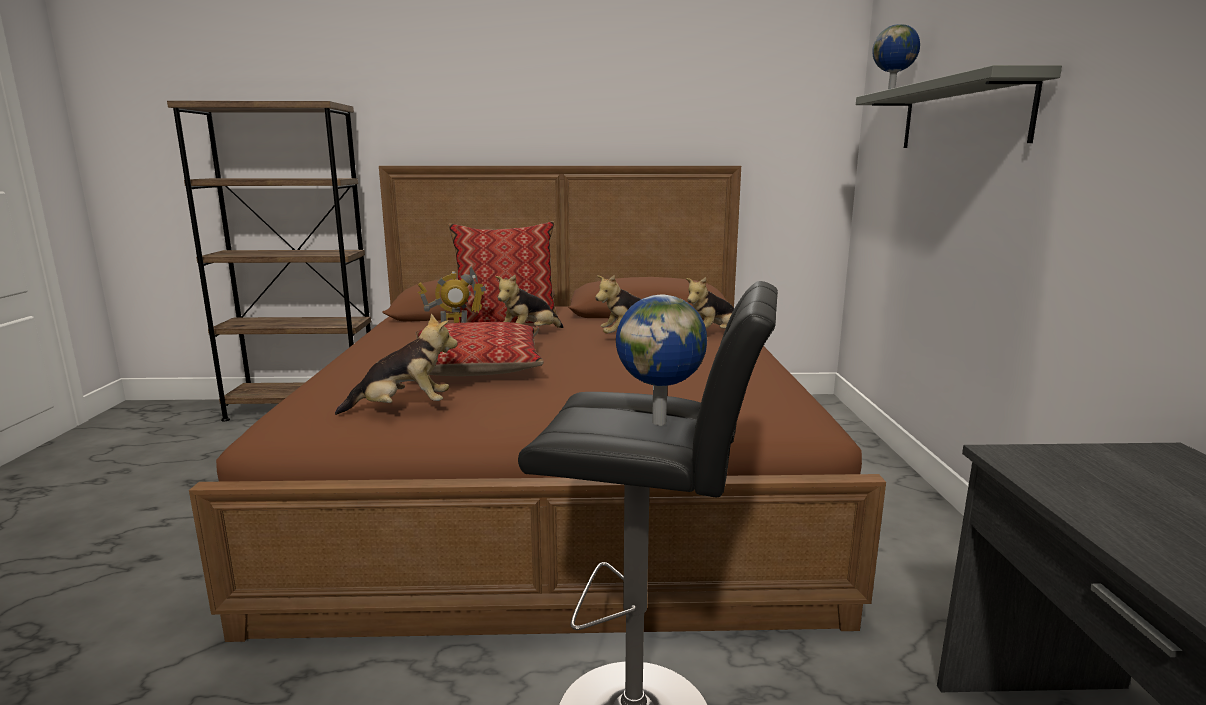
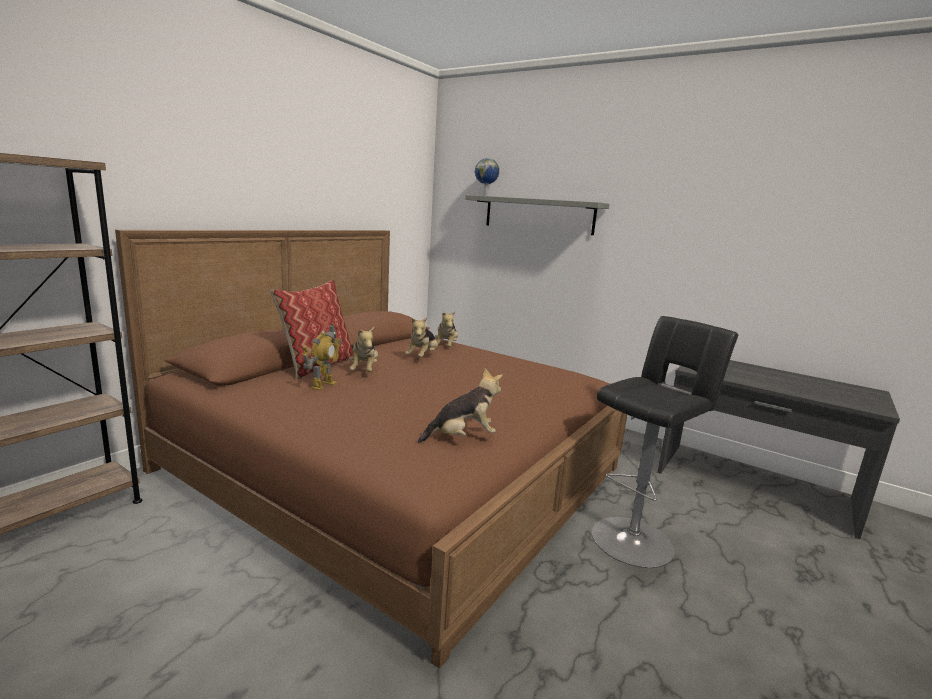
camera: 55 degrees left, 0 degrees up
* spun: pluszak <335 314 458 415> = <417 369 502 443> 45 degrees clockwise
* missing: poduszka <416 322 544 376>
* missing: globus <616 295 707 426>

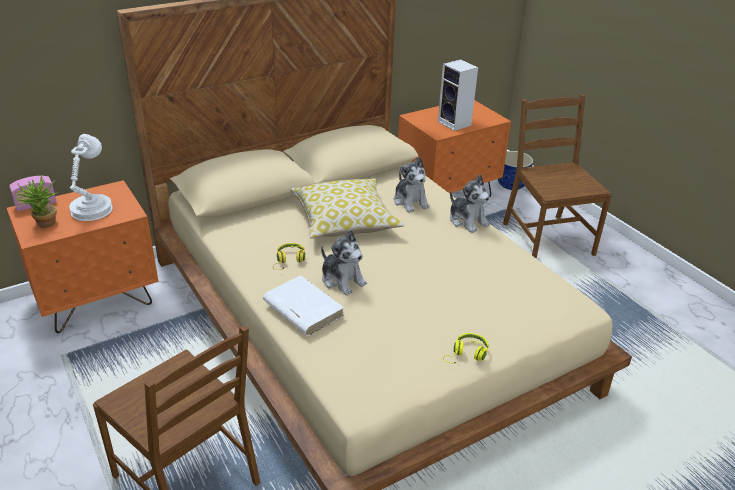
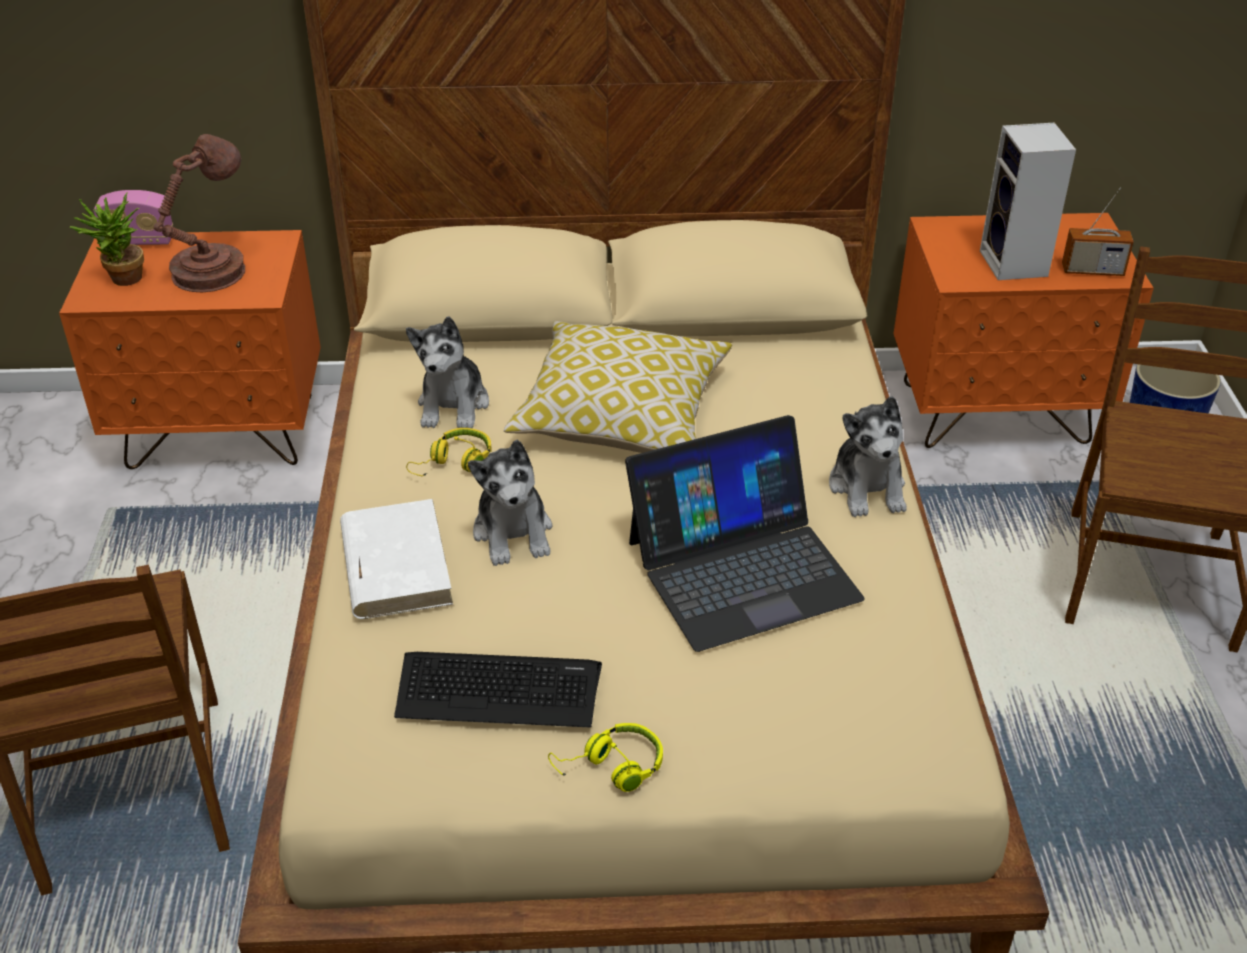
camera: 30 degrees right, 5 degrees up
* colour: lampa stołowa/biały <69 134 113 221> to lampa stołowa/brązowy <153 134 245 292>
* appeared: klawiatura <394 652 602 727>
* relocated: pluszak <394 157 430 213> to <406 316 489 428>
* appeared: laptop <625 415 865 652>
* appeared: radio <1062 187 1134 276>

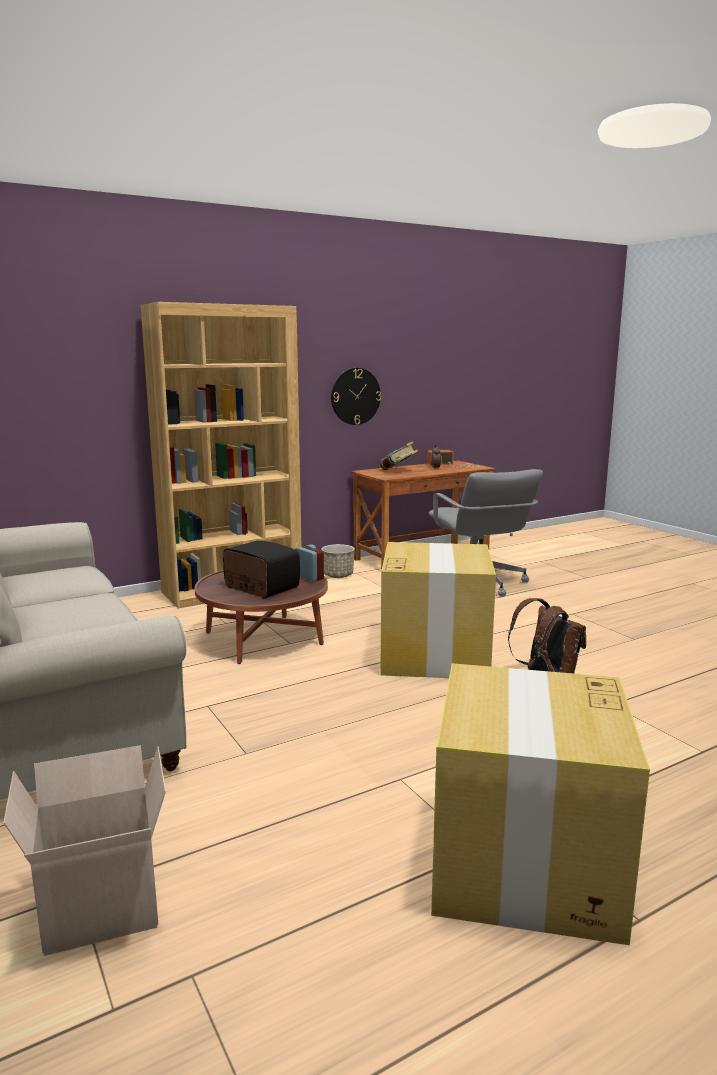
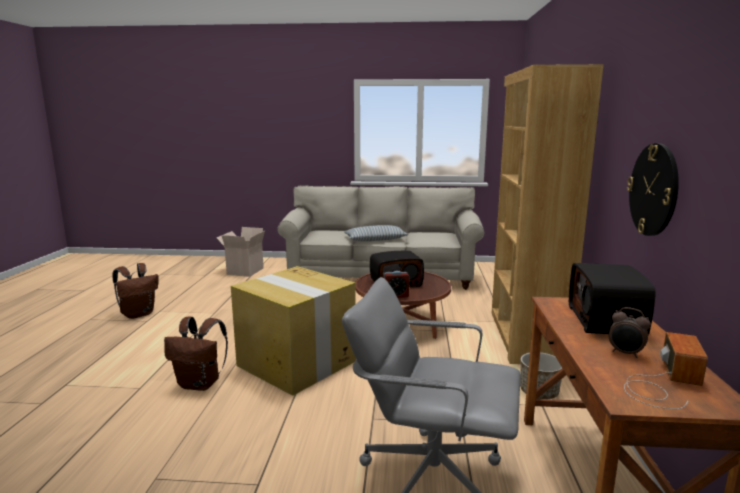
camera: 125 degrees right, 0 degrees up
* exchanged: karton <431 663 650 945> to plecak/brązowy <112 263 159 319>
* appeared: poduszka <344 225 409 241>
* exchanged: książka <380 441 418 470> to radio <569 263 656 335>

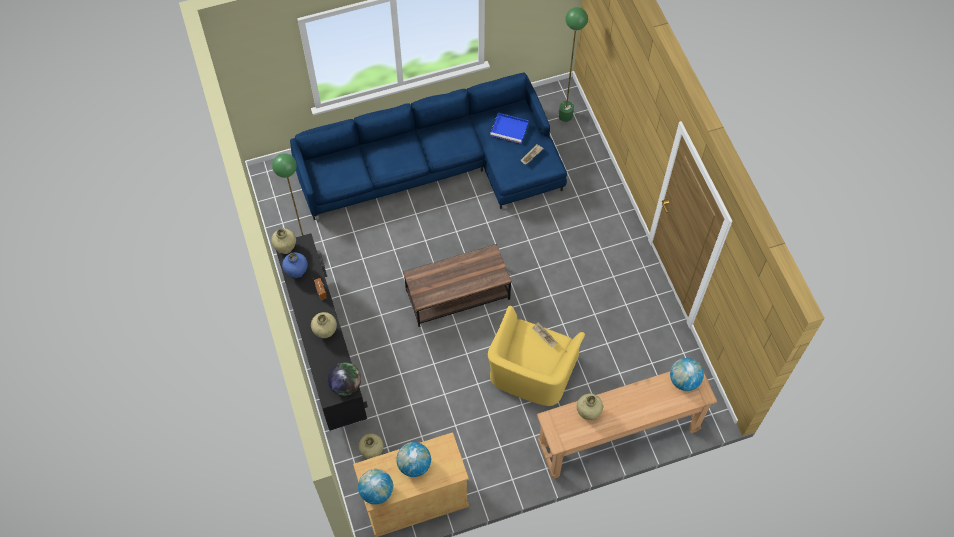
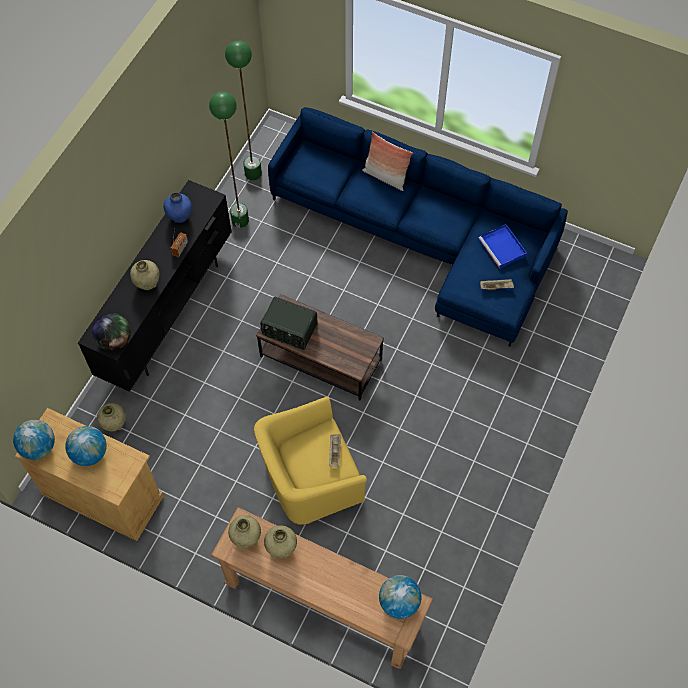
camera: 45 degrees right, 0 degrees up
* relocated: lampa stojąca/zielony <558 7 588 122> to <225 40 262 180>
* relocated: wazon/beżowy <271 229 296 254> to <228 515 261 548>
* appeared: radio <260 297 318 350>
* appeared: poduszka <362 132 413 191>

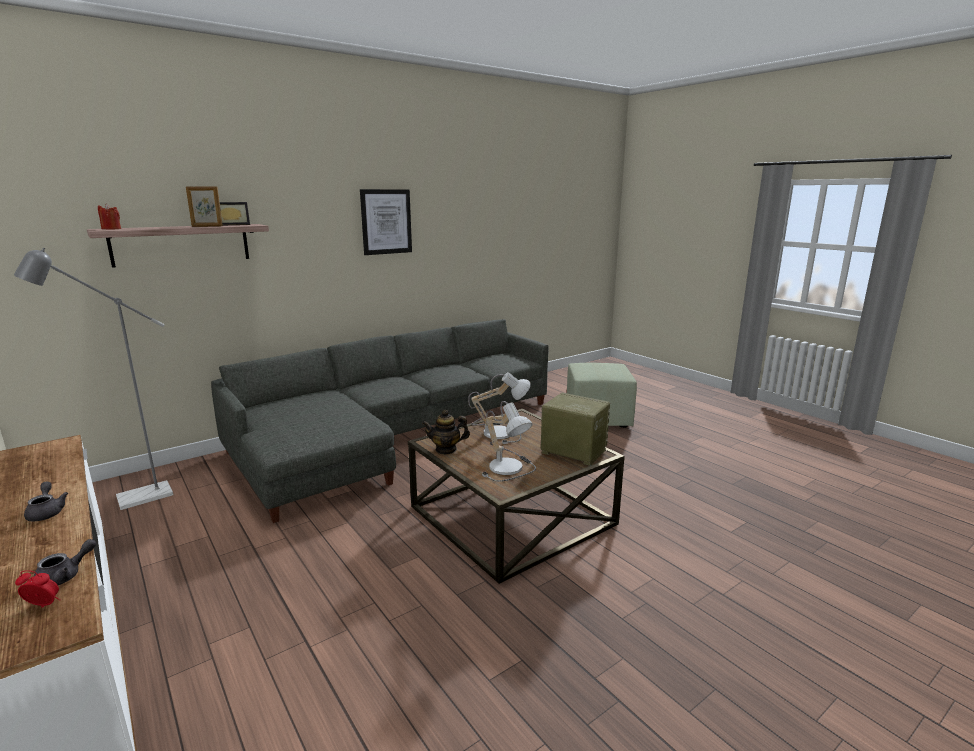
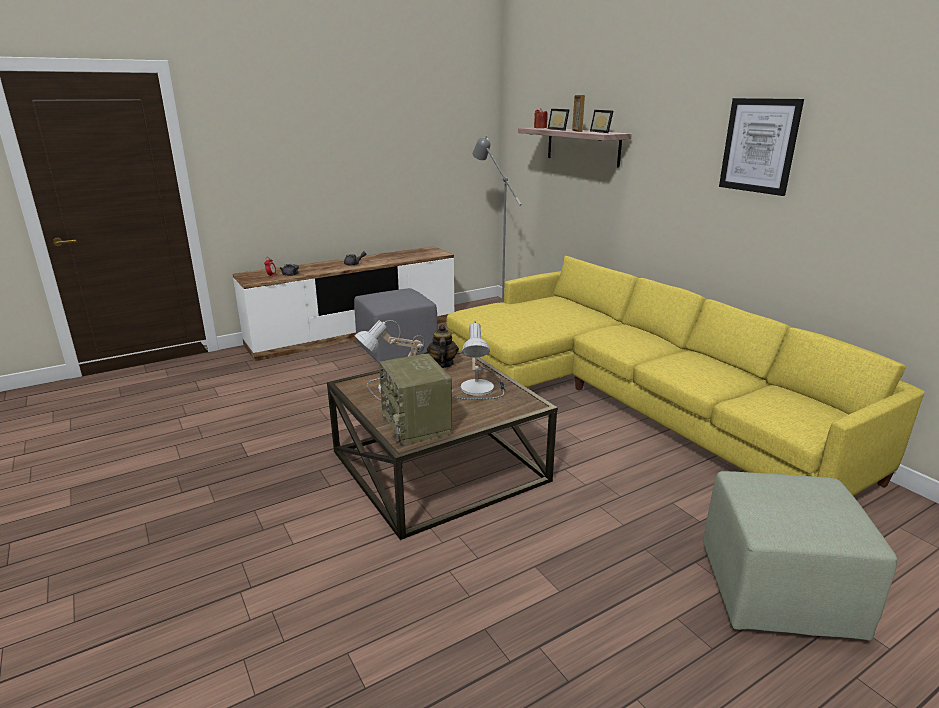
camera: 95 degrees right, 5 degrees up
* appeared: pufa/szary <354 288 438 363>
* spun: radio <541 393 610 466> = <379 354 452 445> 120 degrees clockwise
* colour: kanapa/szary <211 319 549 523> to kanapa/żółty <446 256 924 496>
* appeared: ramka na zdjęcie <548 109 569 131>

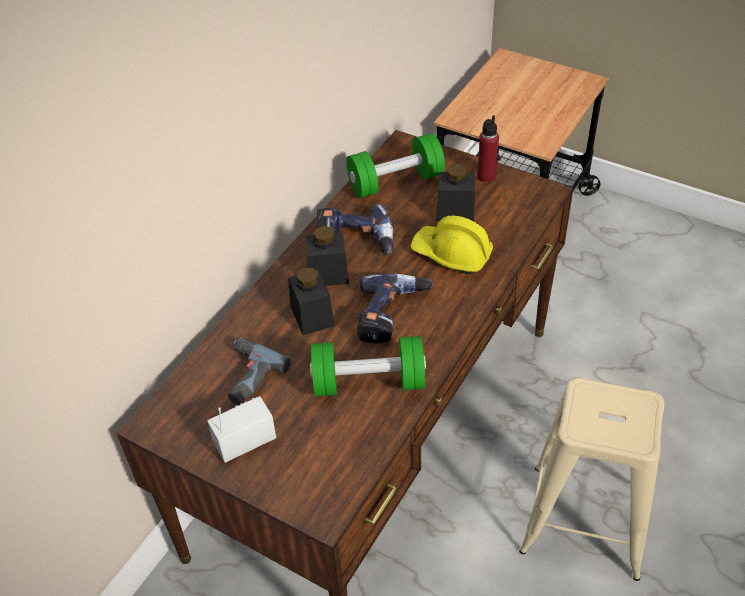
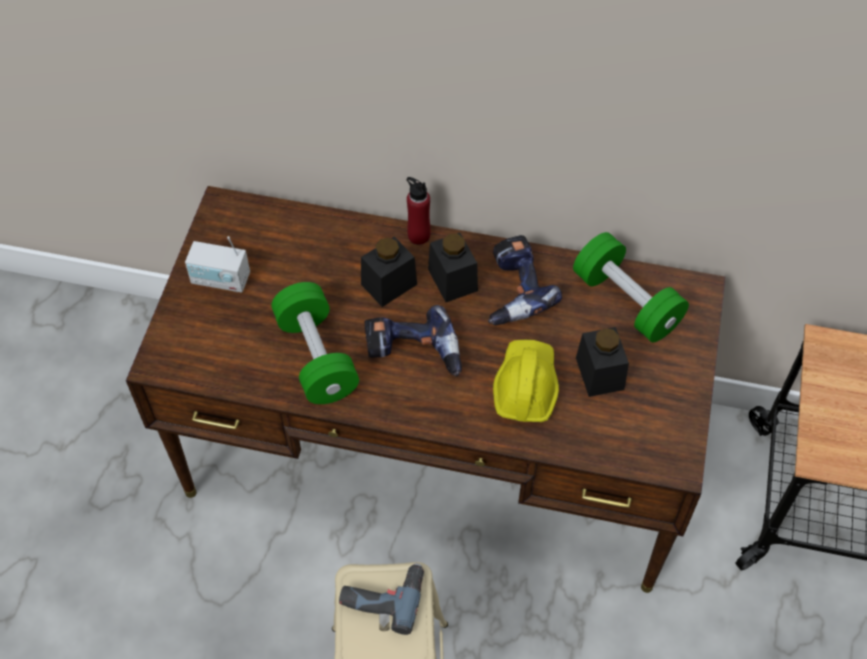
camera: 70 degrees right, 10 degrees up
* spun: radio <207 396 276 463> = <185 236 250 293> 150 degrees clockwise
* relocated: wiertarka <228 338 291 405> to <339 563 424 635>
* relocated: butelka/czerwony <477 115 499 182> to <406 177 431 245>

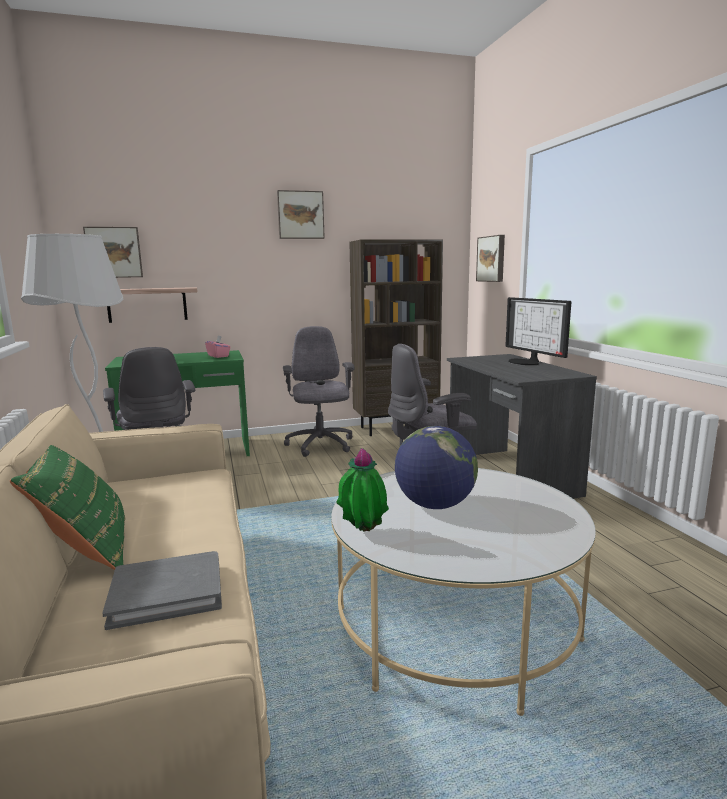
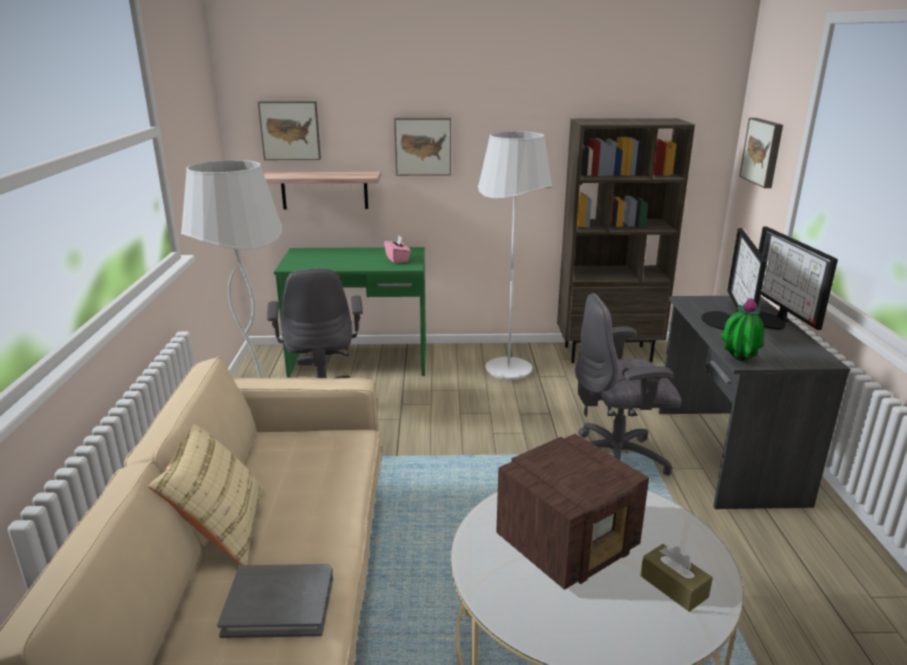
camera: 15 degrees right, 10 degrees up
* colour: poduszka/zielony <10 445 125 570> to poduszka/beżowy <148 424 263 565>
* relocated: obraz <277 190 325 239> to <394 118 451 176>
* exchanged: krzesło biurowe/szary <283 326 355 457> to lampa stojąca/biały <478 131 553 380>
* exchanged: globus <395 426 478 509> to radio <496 434 649 590>
* appeared: pudełko chusteczek/brązowy <640 544 713 612>
* appeared: monitor <701 228 767 330>
* relocated: roślina doniczkowa <336 448 389 532> to <720 298 764 361>

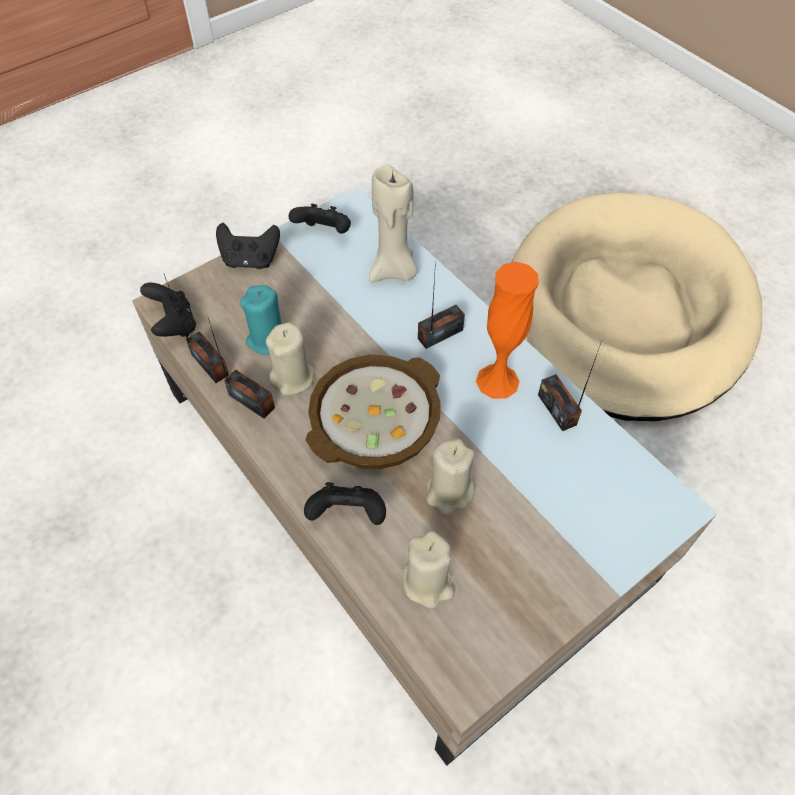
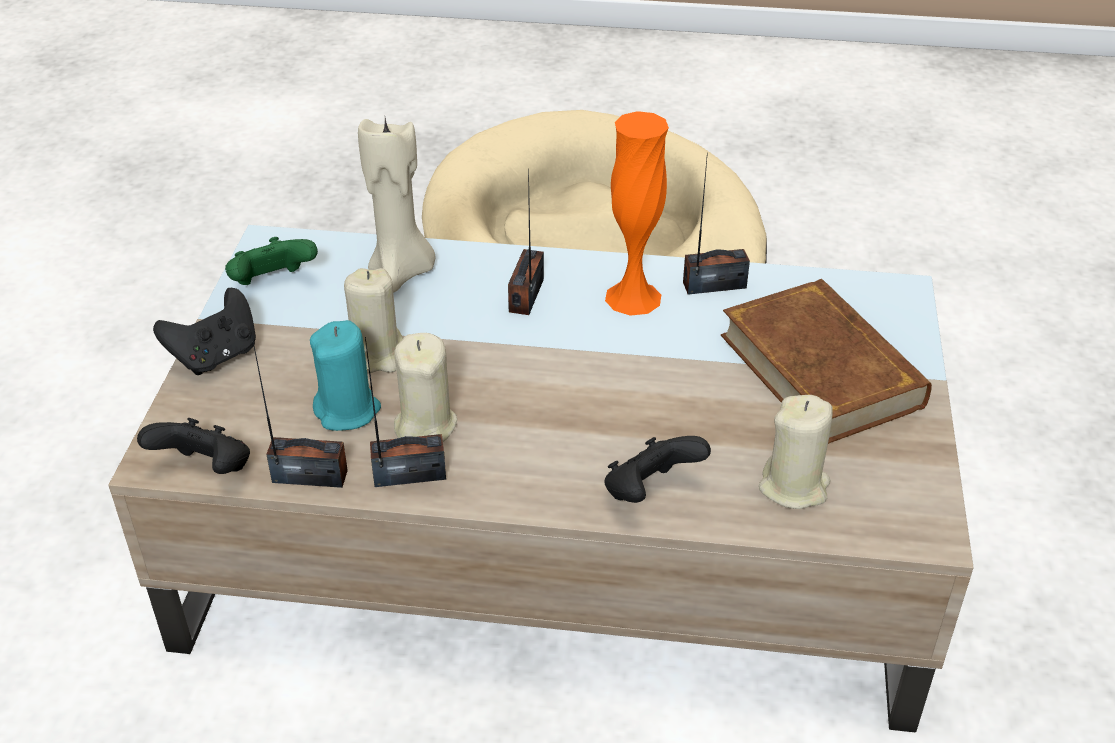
camera: 45 degrees left, 15 degrees down
* colour: pad do gier/czarny <288 204 351 234> to pad do gier/zielony <225 237 318 285>
* relocated: świeca/beżowy <426 439 475 516> to <344 268 403 374>
* spun: radio <538 341 602 431> = <683 152 750 295> 150 degrees clockwise
* appeared: książka/brązowy <721 279 932 444>
* missing: miska <305 355 441 469>

